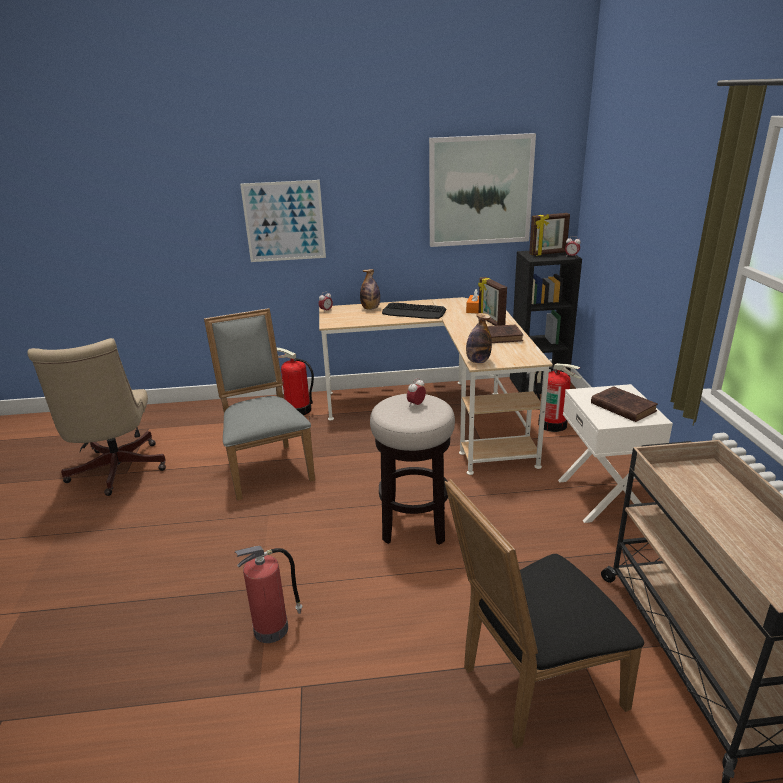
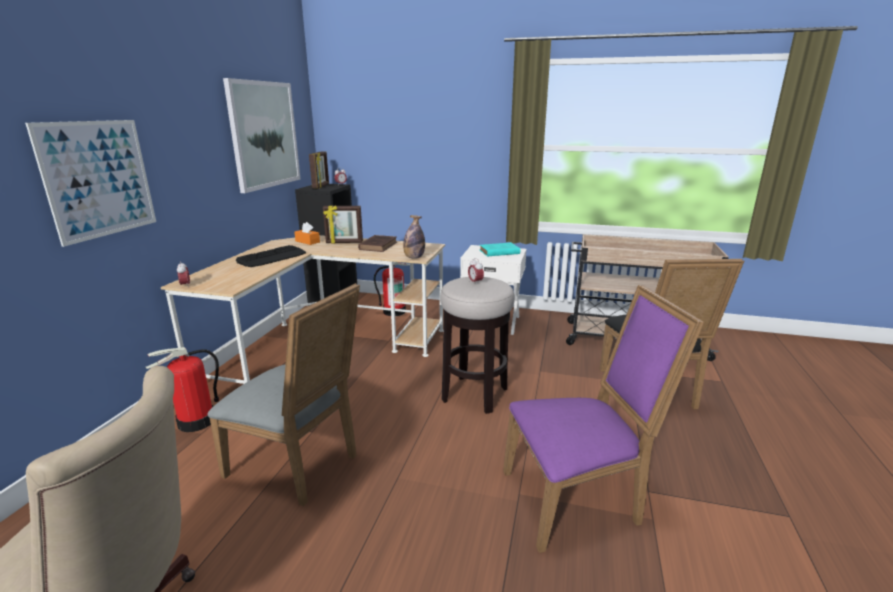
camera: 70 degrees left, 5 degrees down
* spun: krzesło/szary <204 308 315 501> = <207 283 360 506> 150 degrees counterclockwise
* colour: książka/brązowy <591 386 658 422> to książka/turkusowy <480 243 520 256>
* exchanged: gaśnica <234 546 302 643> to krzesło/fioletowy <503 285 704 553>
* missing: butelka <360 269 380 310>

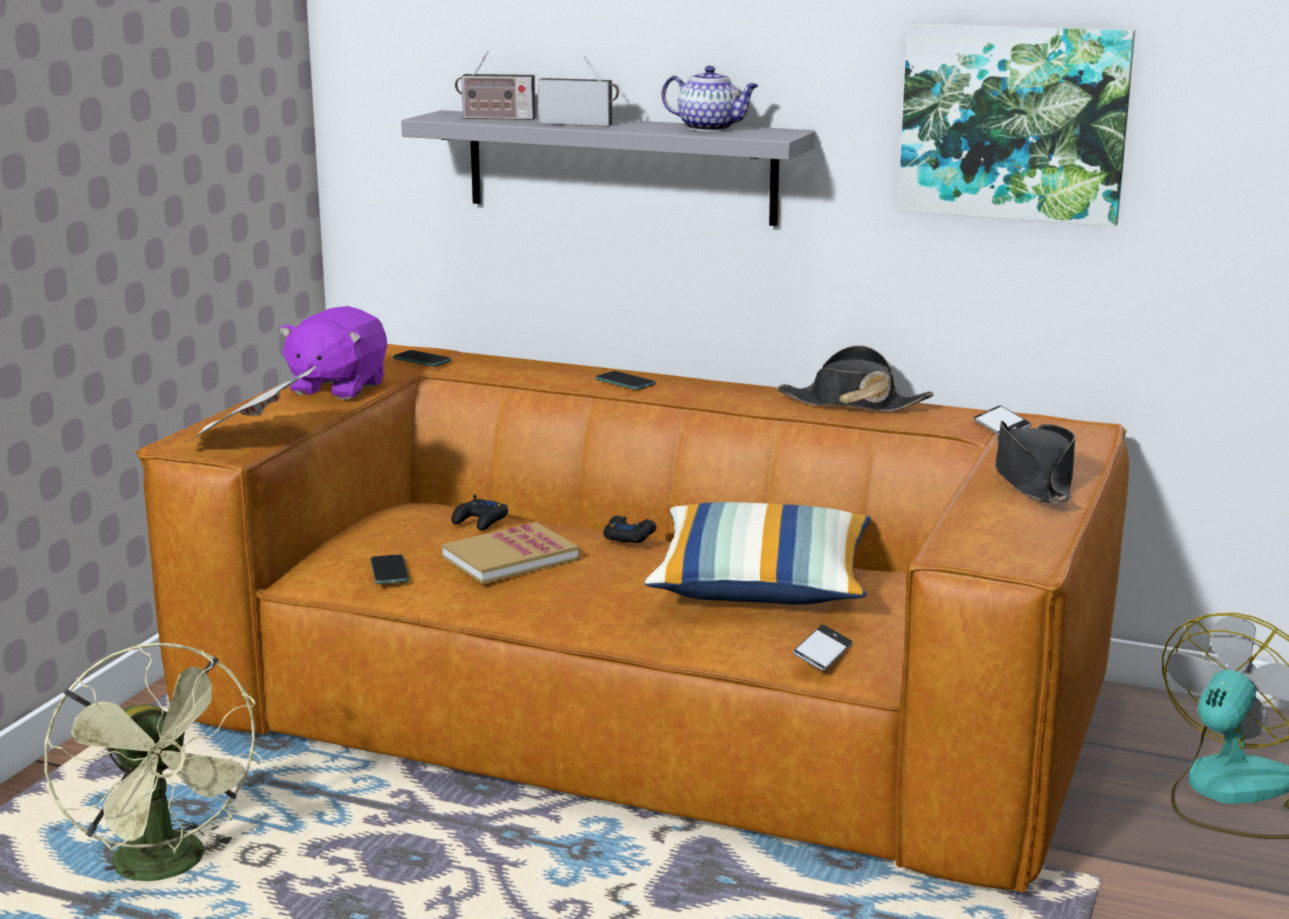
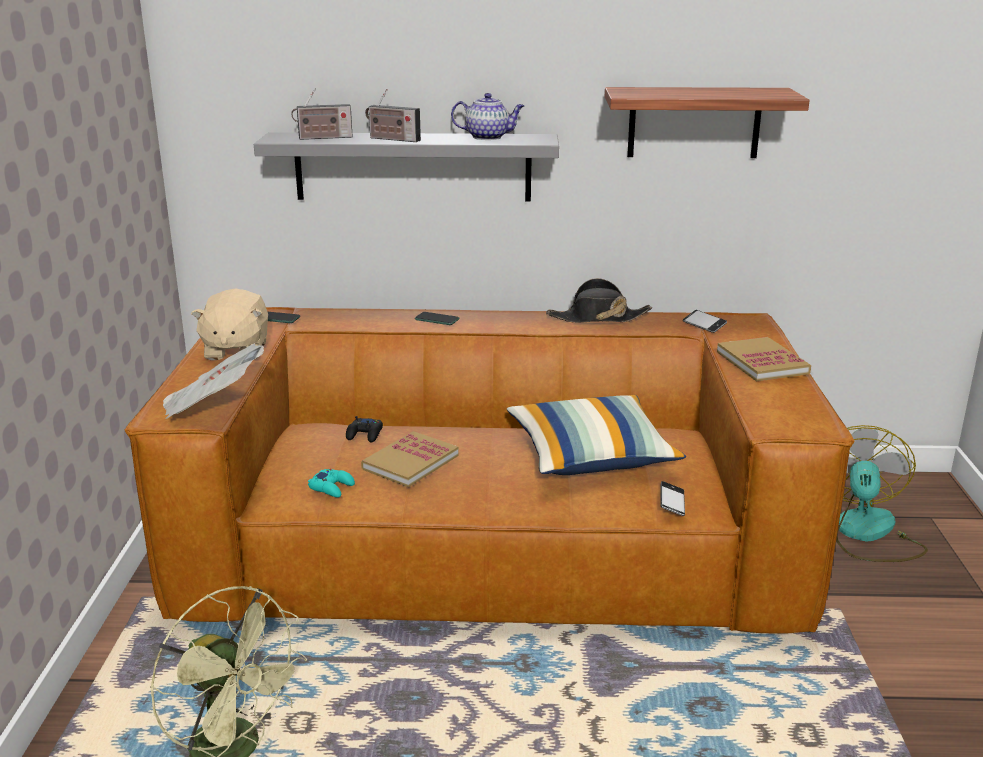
camera: 20 degrees left, 5 degrees up
* colour: pluszak/fioletowy <278 306 387 400> to pluszak/beżowy <191 289 268 360>
* exchanged: telefon <370 554 409 584> to pad do gier/turkusowy <308 469 355 498>
* spun: radio <538 56 619 126> = <365 89 421 142> 150 degrees counterclockwise
* exchanged: obraz <898 23 1135 226> to półka <605 87 810 158>
* exchanged: kapelusz/czarny <995 421 1075 503> to książka <717 337 811 381>
* missing: pad do gier/czarny <604 516 656 543>

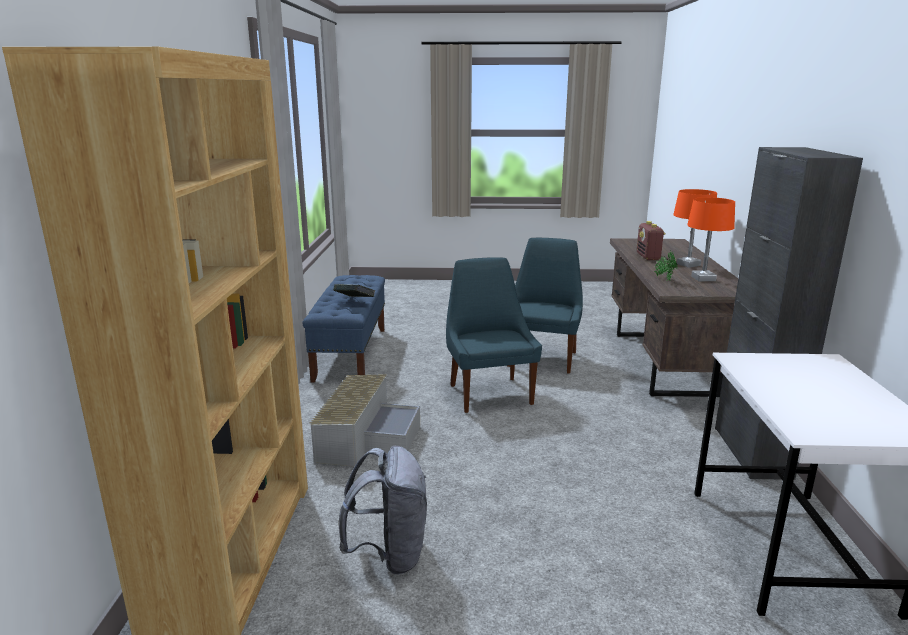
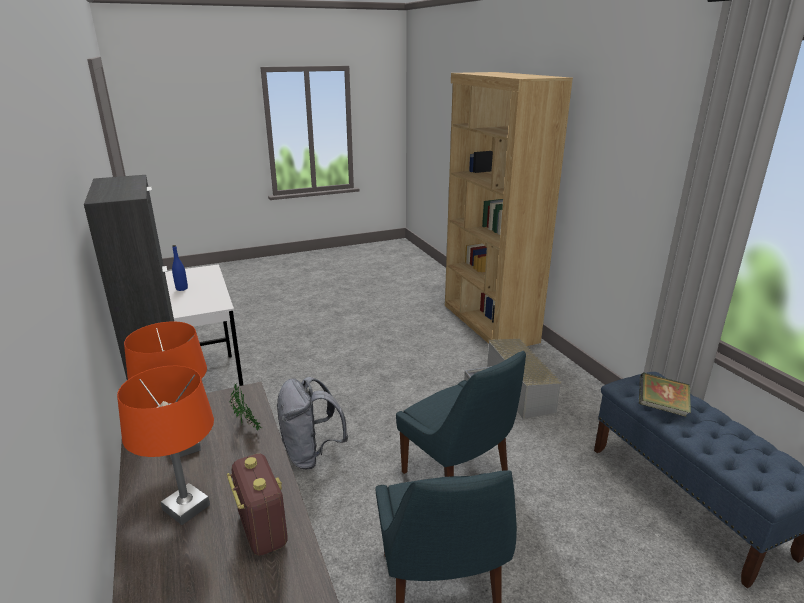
camera: 155 degrees right, 5 degrees up
* appeared: butelka/niebieski <172 245 188 291>
* relocated: plecak/szary <339 446 427 574> to <277 377 348 469>

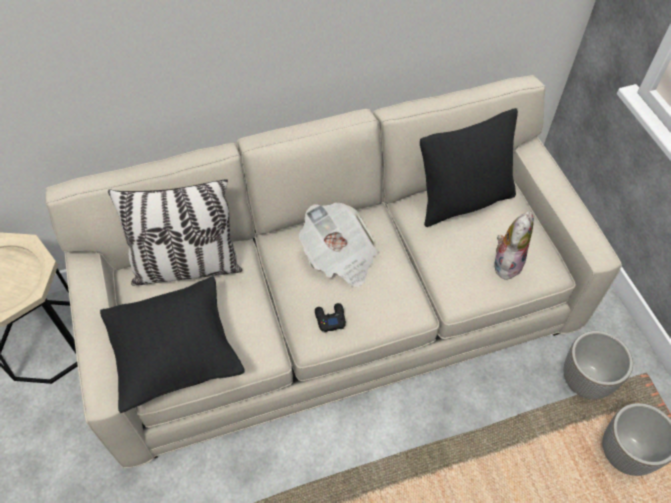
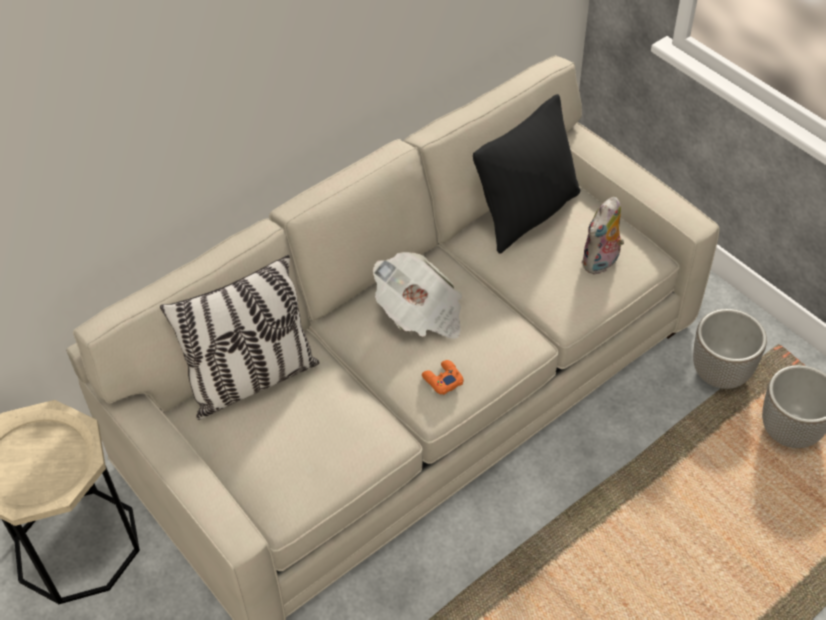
camera: 20 degrees left, 5 degrees down
* colour: pad do gier/czarny <315 303 346 332> to pad do gier/pomarańczowy <422 360 464 395>
* spun: pluszak <494 211 534 283> = <581 197 624 274> 150 degrees counterclockwise
* missing: poduszka/czarny <100 276 245 413>

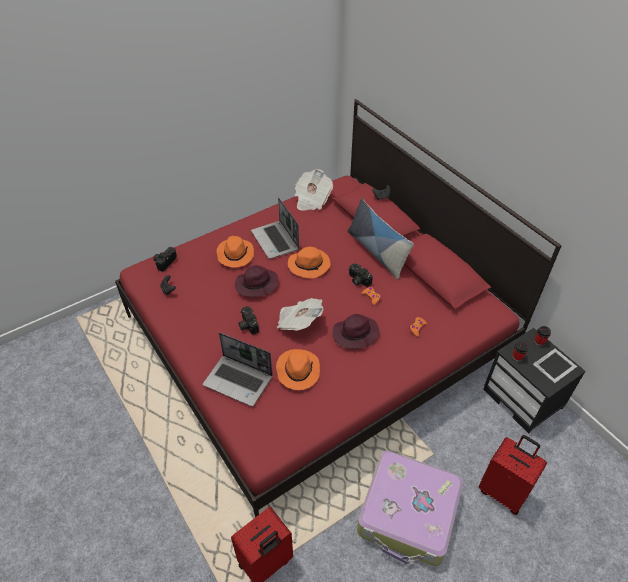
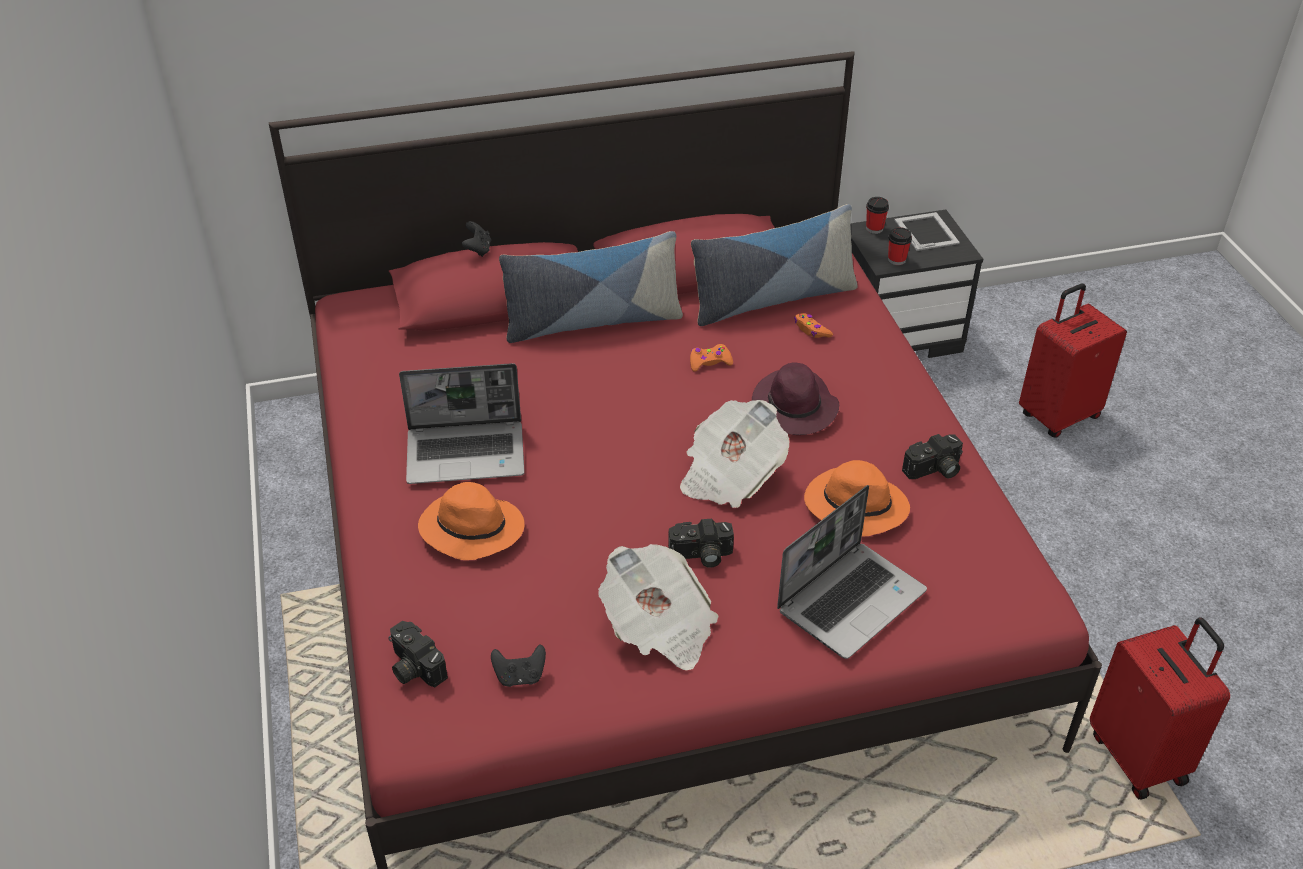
camera: 70 degrees left, 5 degrees down
* relocated: gazeta <295 169 333 211> to <598 544 719 670>
* appeared: poduszka <691 204 858 326>
* relocated: aparat fotograficzny <349 263 373 287> to <902 434 963 479>
* missing: kapelusz/fioletowy <235 265 279 297>
* missing: kapelusz/pomarańczowy <288 247 330 279>
* missing: walizka <357 451 463 566>

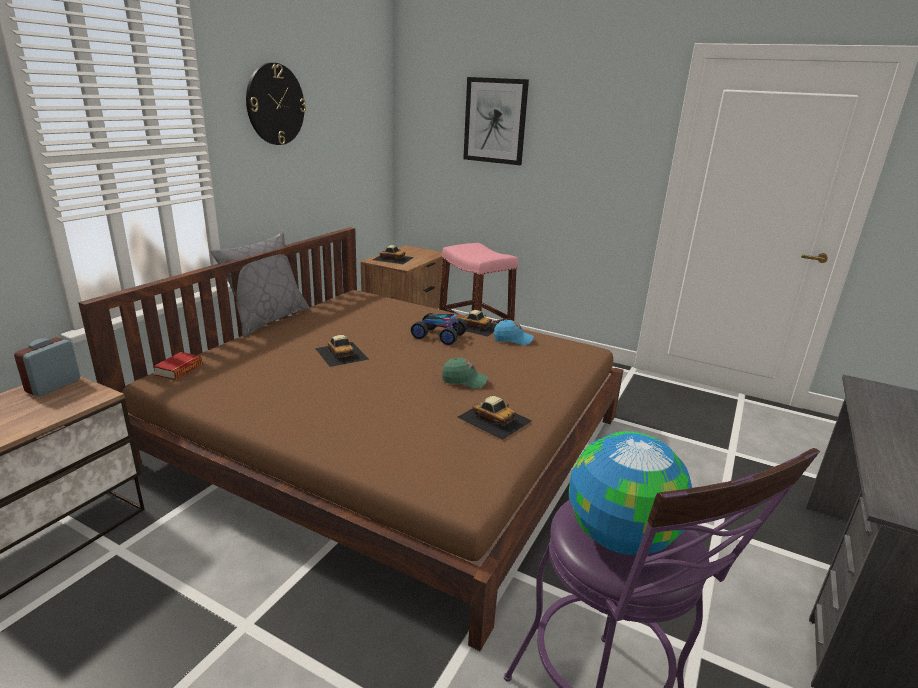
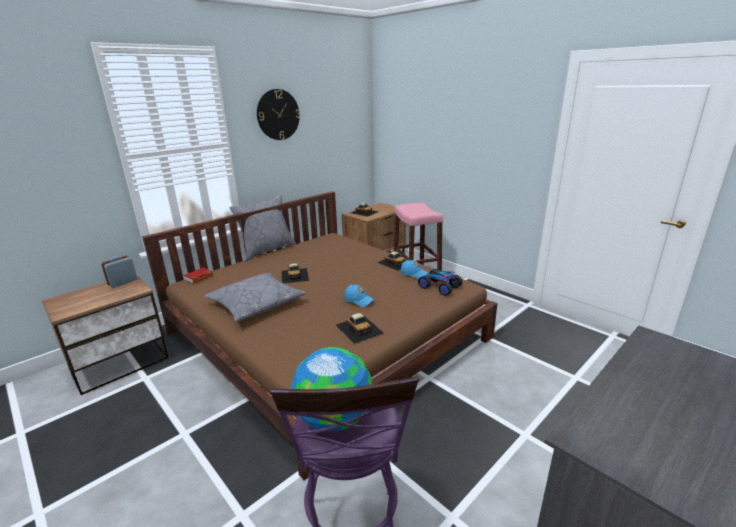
camera: 20 degrees right, 0 degrees up
* appeared: poduszka/szary <204 273 306 322>
* colour: czapka z daszkiem/zielony <442 358 489 389> to czapka z daszkiem/niebieski <344 284 375 307>
* relocated: samochodzik <411 313 468 345> to <418 269 462 296>
* missing: obraz <463 77 529 165>

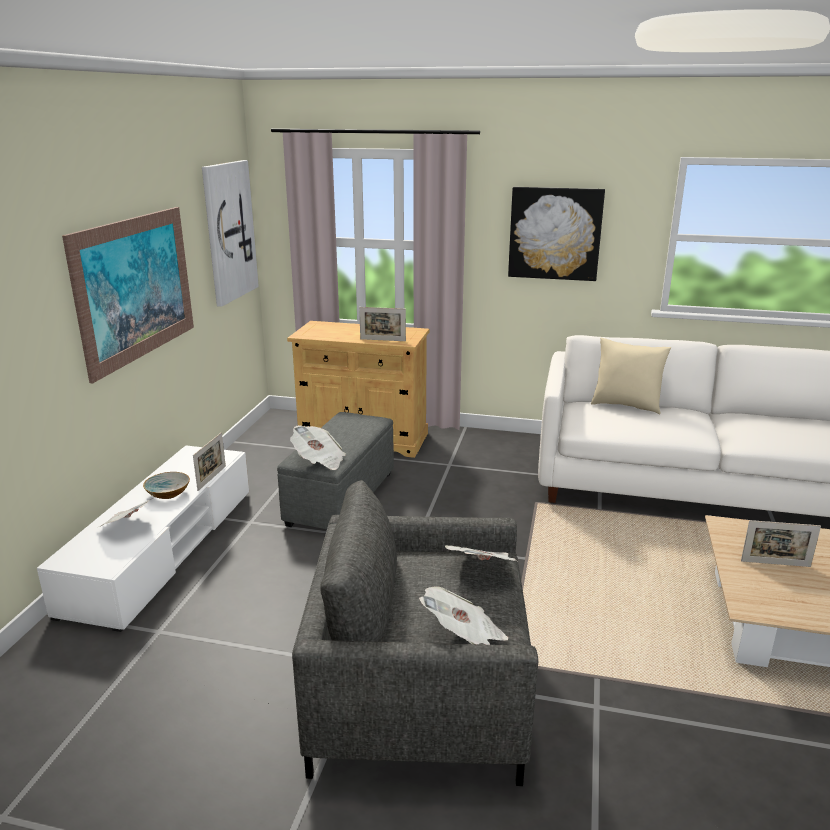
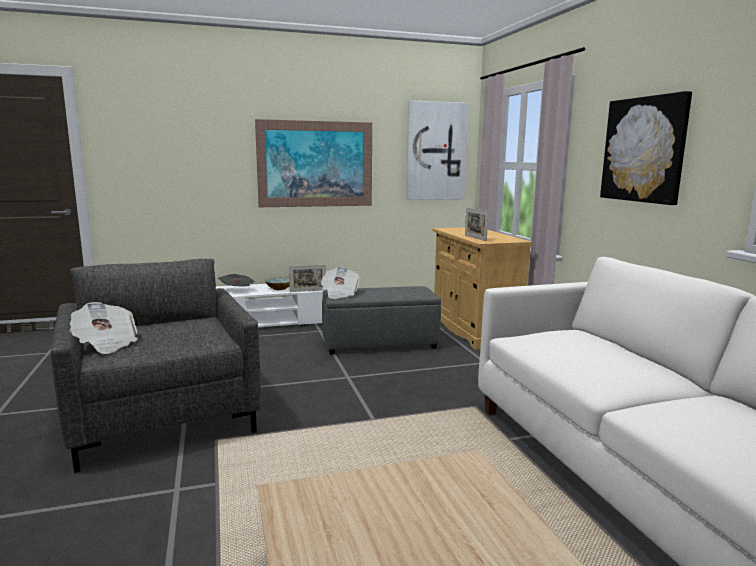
camera: 60 degrees right, 10 degrees down
* missing: gazeta <445 545 516 561>
* missing: poduszka/beżowy <591 338 671 415>
* missing: ramka na zdjęcie <741 520 821 567>

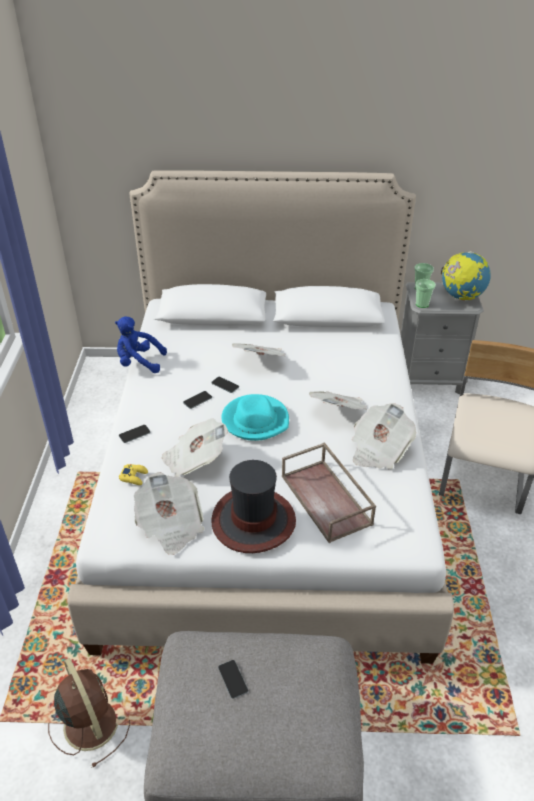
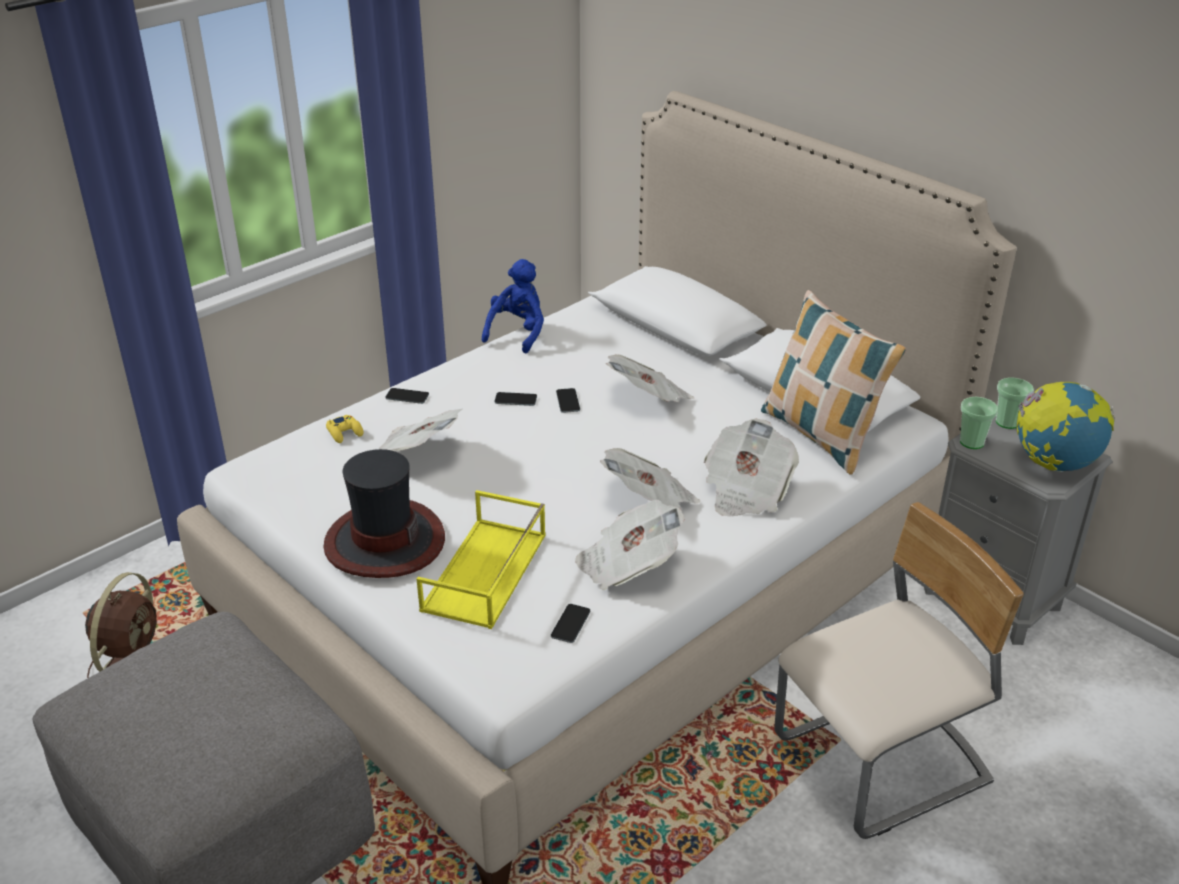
camera: 45 degrees right, 5 degrees down
* colour: taca/brązowy <282 442 376 543> to taca/żółty <417 490 546 629>
* spun: pluszak/niebieski <115 317 167 373> = <482 259 544 353> 60 degrees clockwise
* relocated: telefon <218 660 248 699> to <551 604 590 643>
* relocated: gazeta <134 472 204 555> to <704 419 799 517>
* appeared: poduszka <761 290 906 475>
* missing: kapelusz/turkusowy <222 394 289 441>

